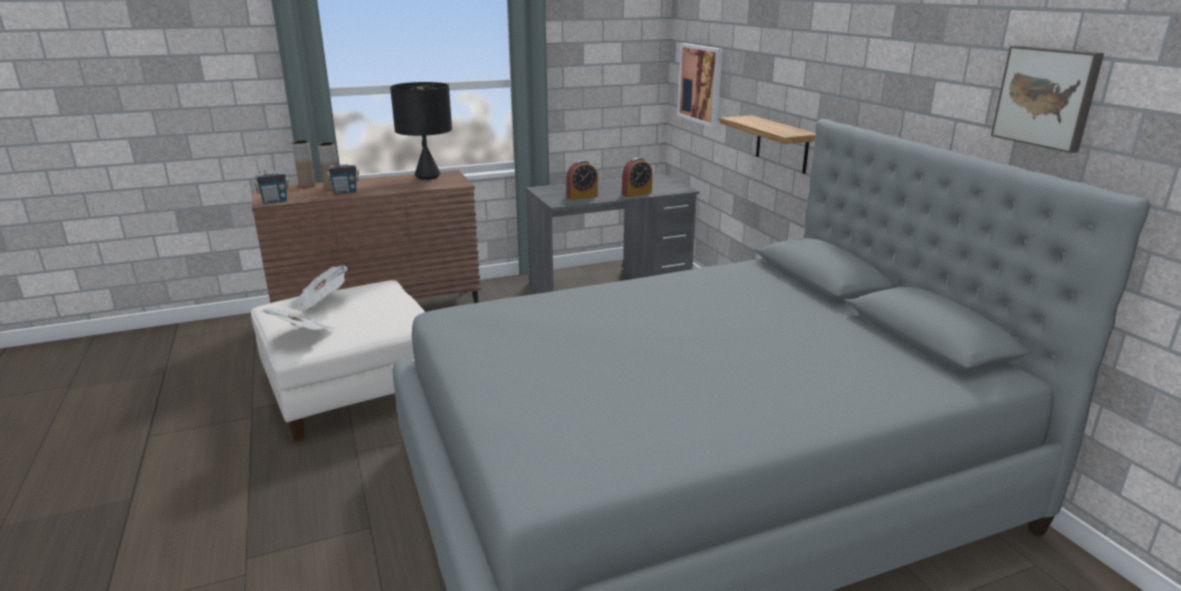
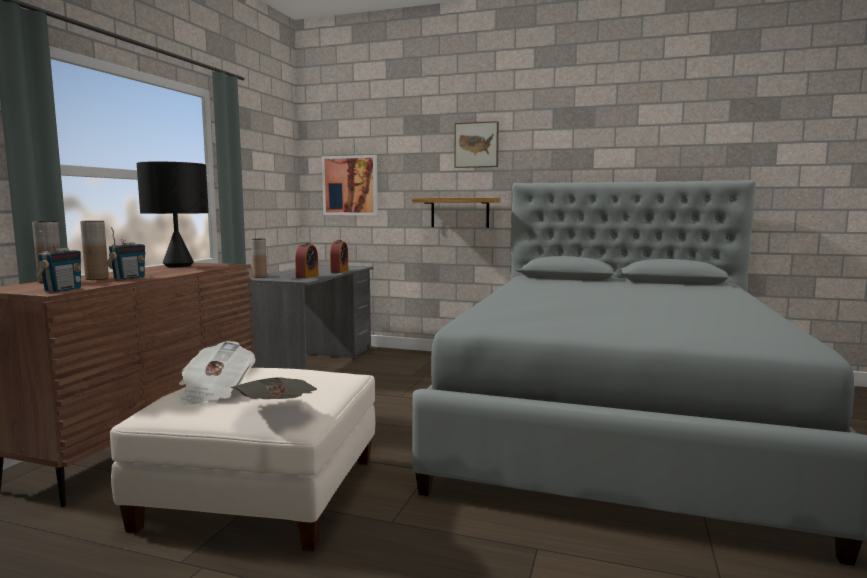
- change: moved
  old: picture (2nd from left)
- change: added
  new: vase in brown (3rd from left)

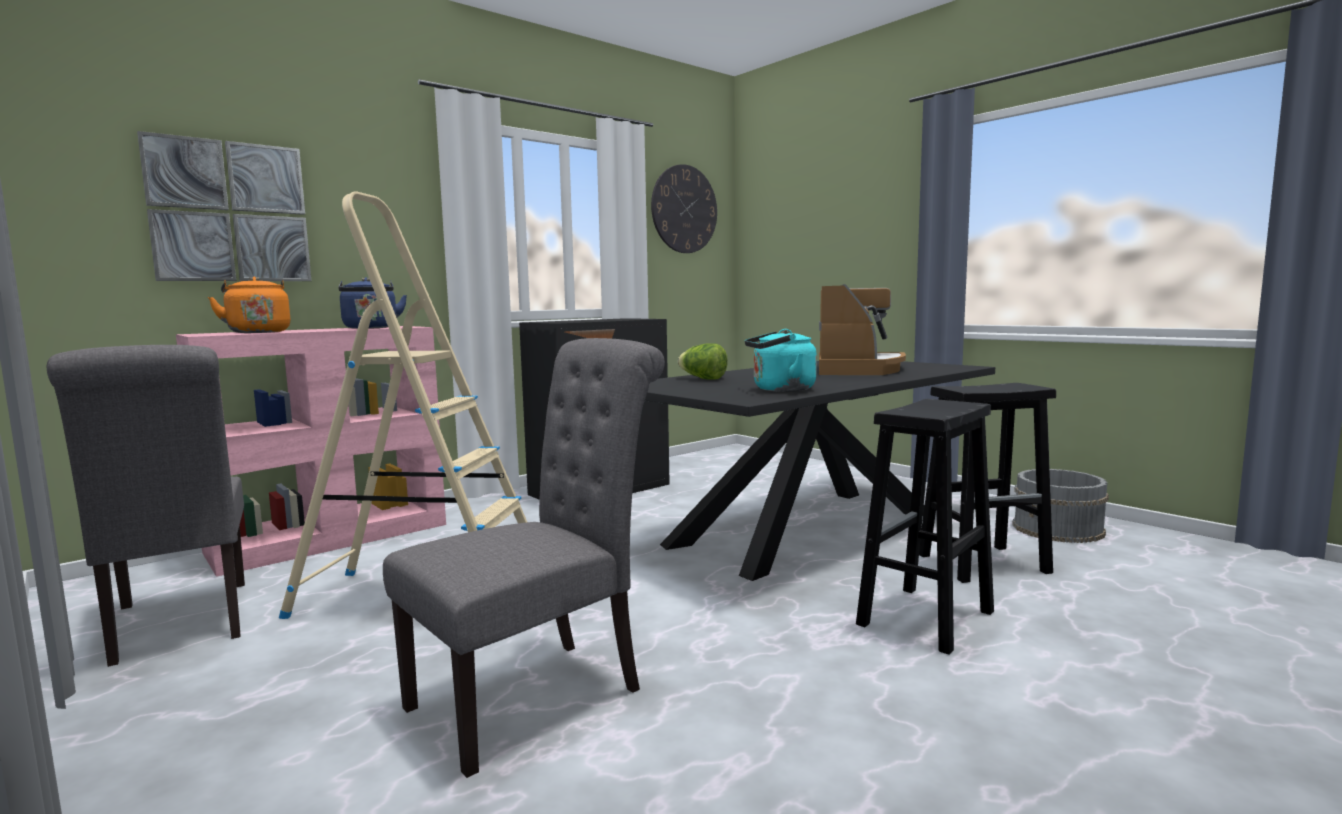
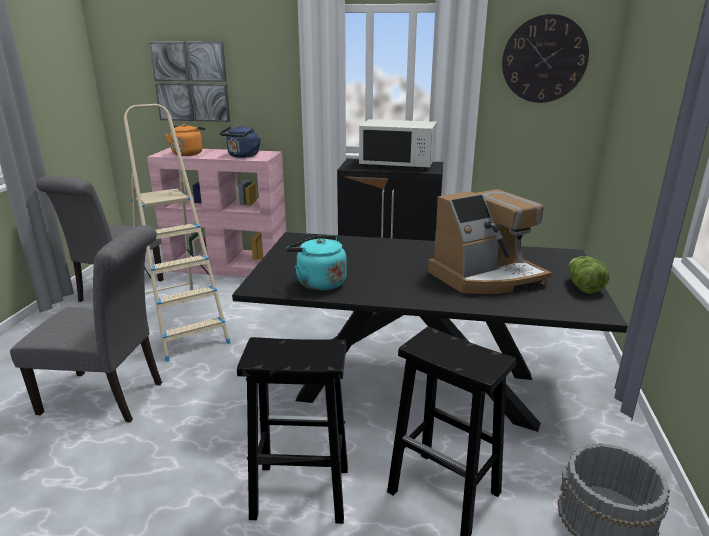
- change: moved
  old: lettuce
- change: added
  new: microwave in white

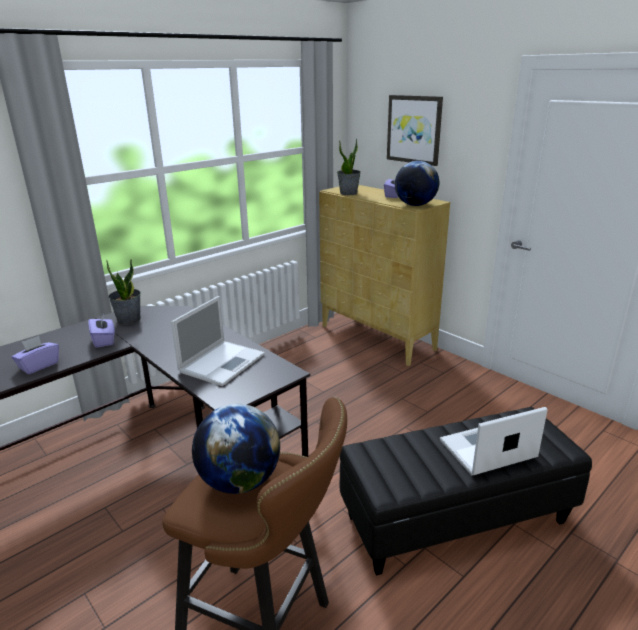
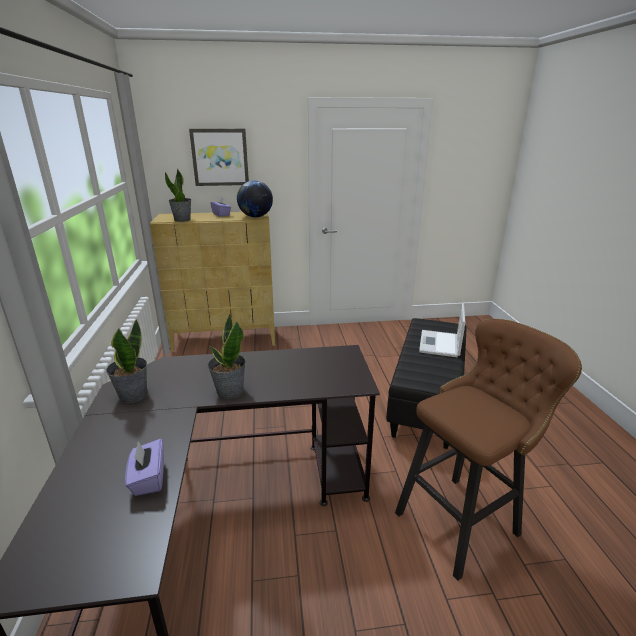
- change: removed
  old: laptop (1st from left)
- change: removed
  old: tissue box in purple (2nd from left)
- change: removed
  old: globe (1st from left)
- change: added
  new: potted plant (3rd from left)

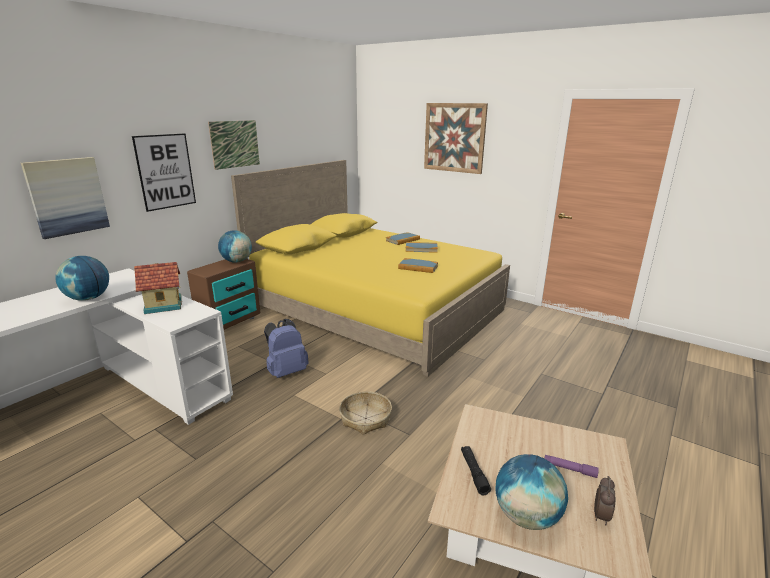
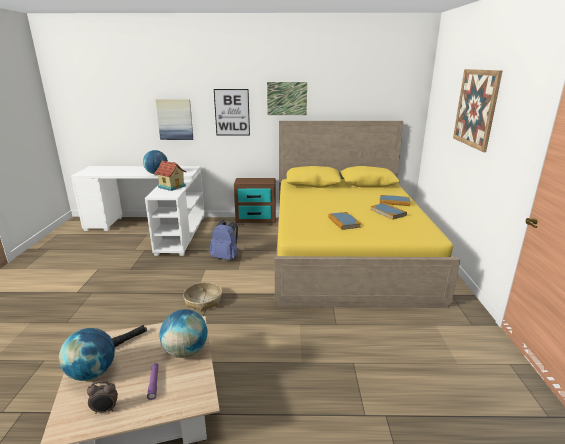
- change: moved
  old: globe (2nd from left in the first image)
  new: globe (3rd from left)

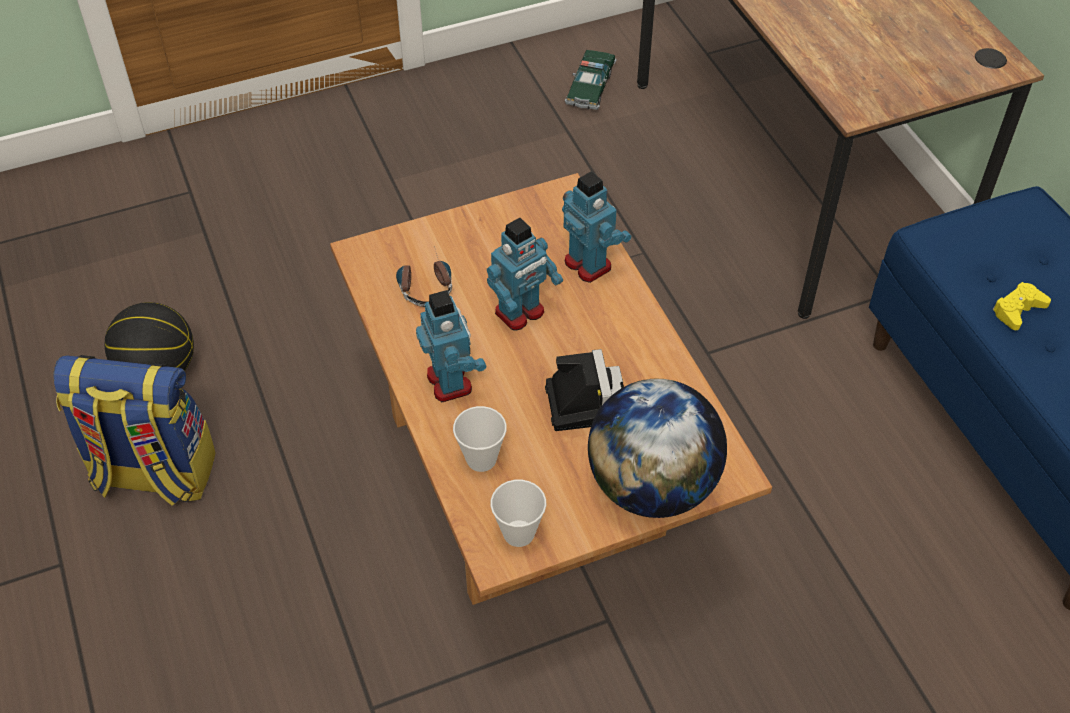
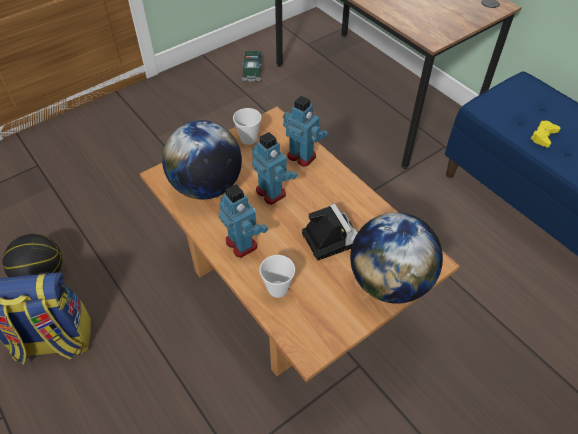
- change: turned
  old: toy robot (2nd from left)
  degrees: -75
- change: replaced
  old: headphones
  new: globe (1st from left)
- change: moved
  old: cup (2nd from left in the first image)
  new: cup (1st from left)

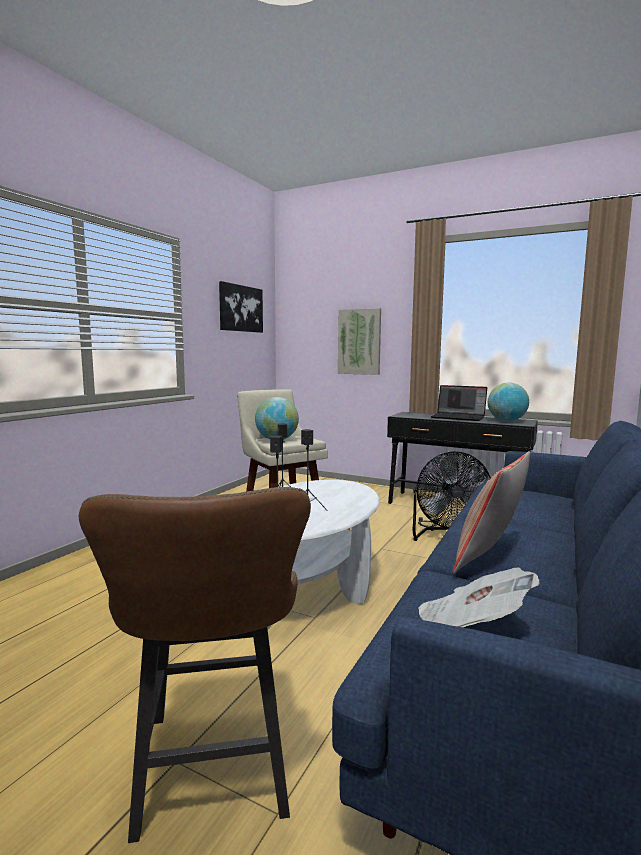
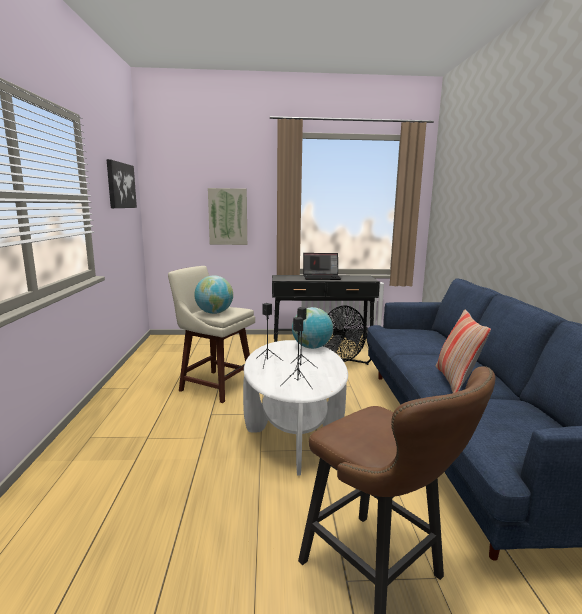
- change: moved
  old: globe (2nd from left)
- change: removed
  old: newspaper

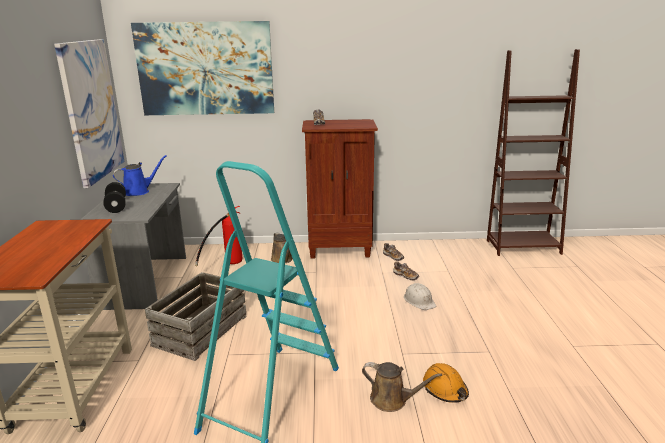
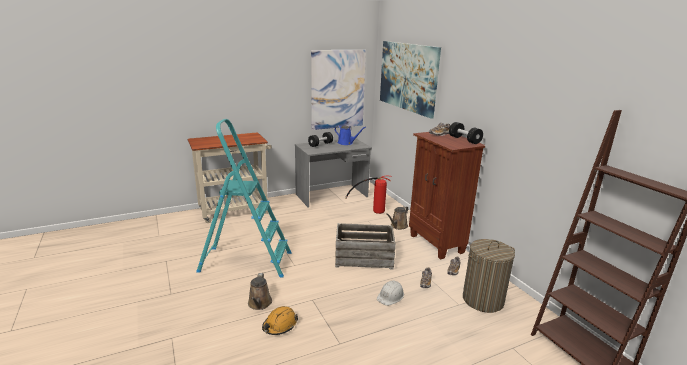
- change: moved
  old: crate
- change: added
  new: dumbbell in black (2nd from left)
- change: added
  new: laundry basket

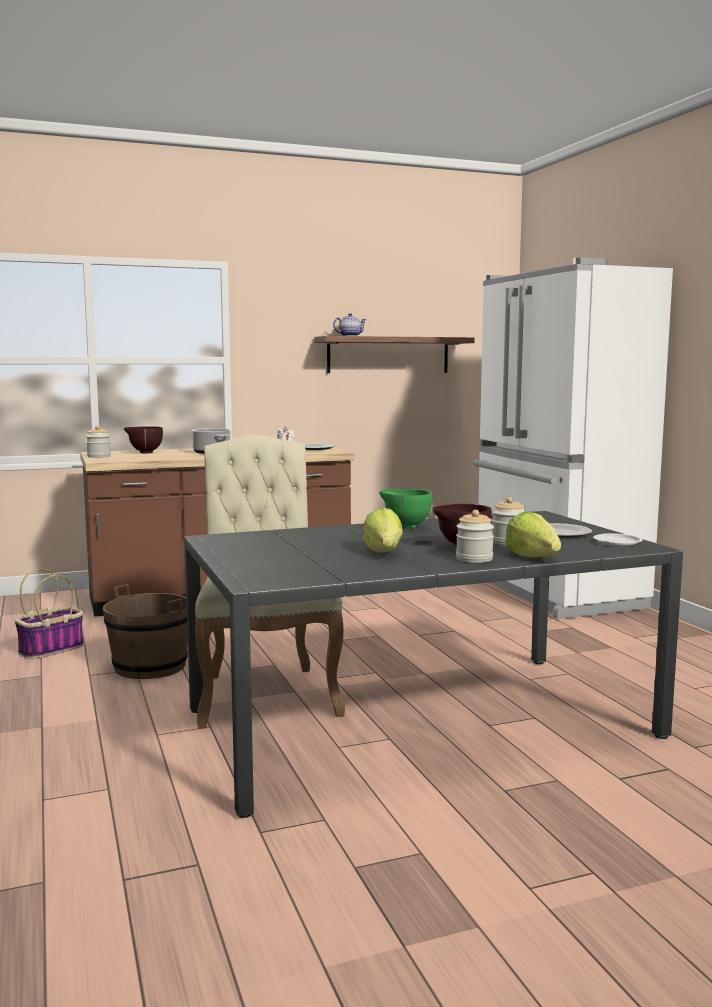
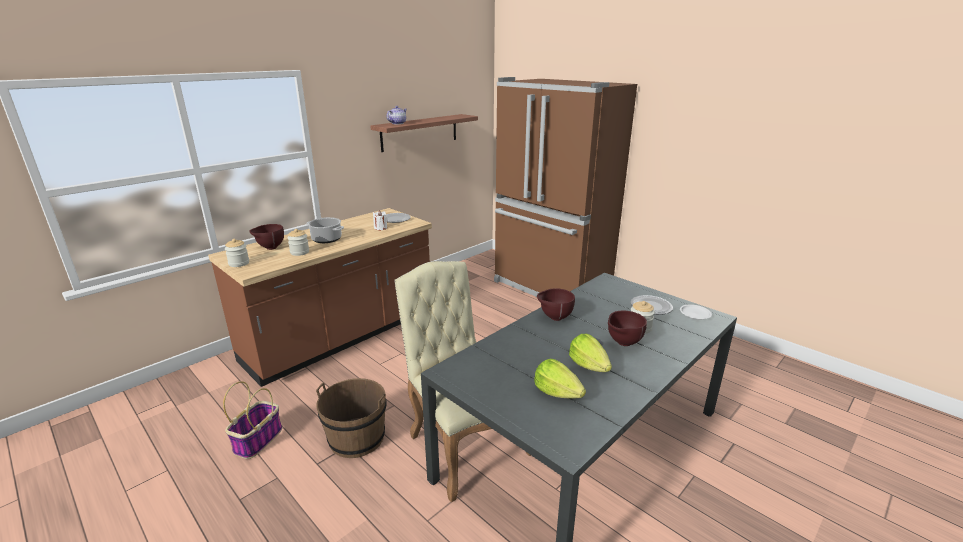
- change: recoloured
  old: fridge in white
  new: fridge in brown
- change: recoloured
  old: bowl in green
  new: bowl in brown (2nd from left)
- change: moved
  old: jar (2nd from left)
- change: moved
  old: lettuce (2nd from left in the first image)
  new: lettuce (1st from left)

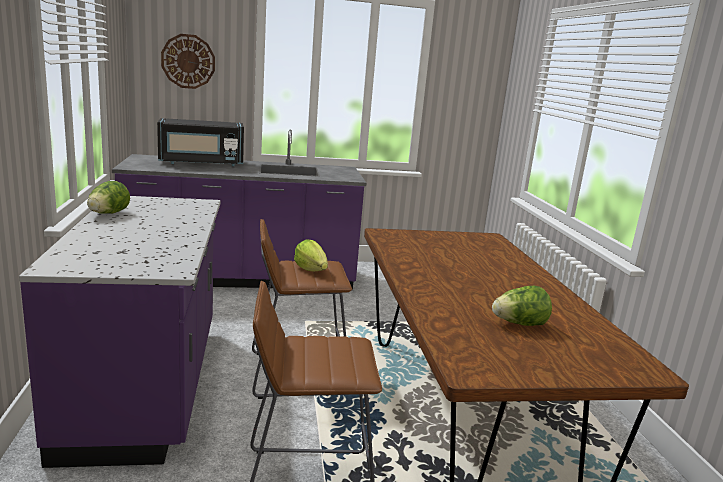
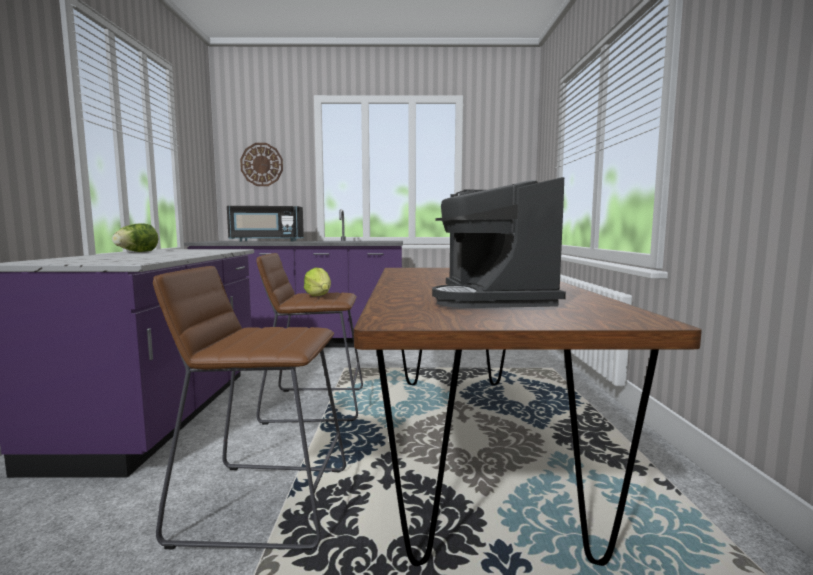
- change: replaced
  old: lettuce (3rd from left)
  new: coffee machine

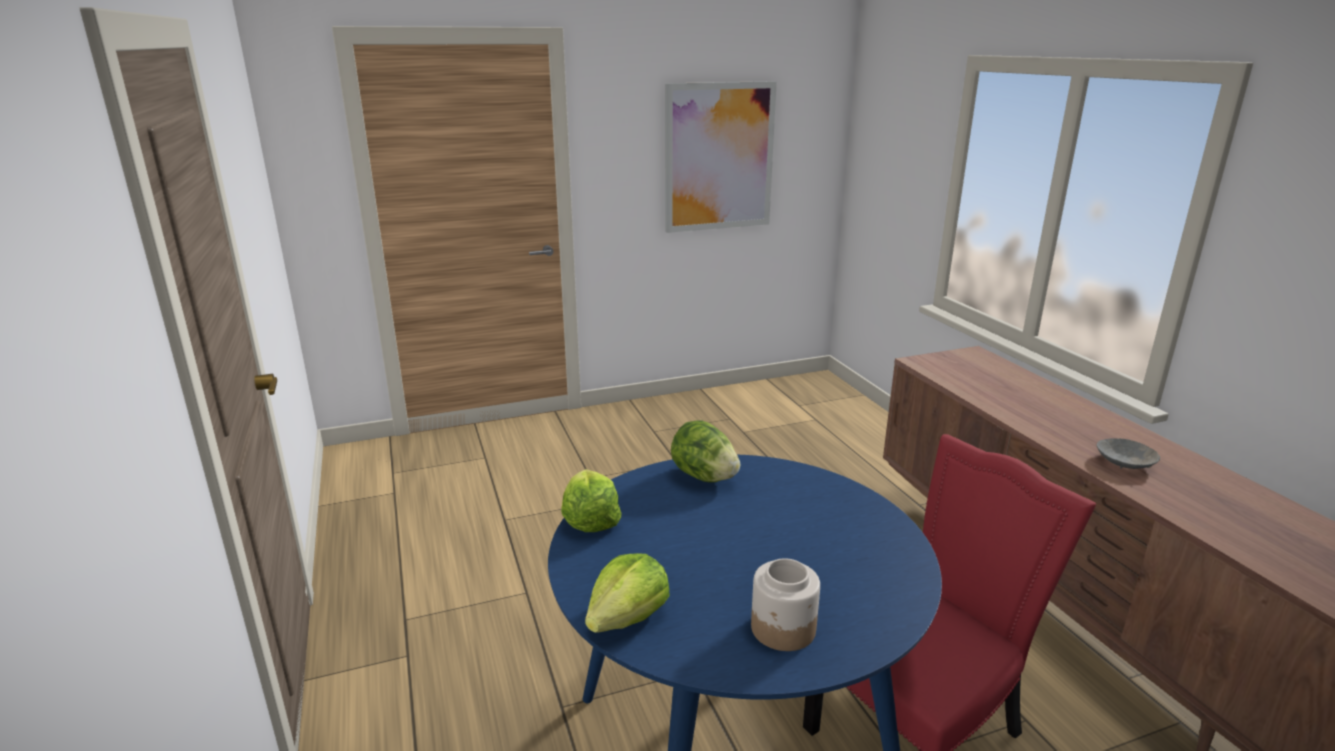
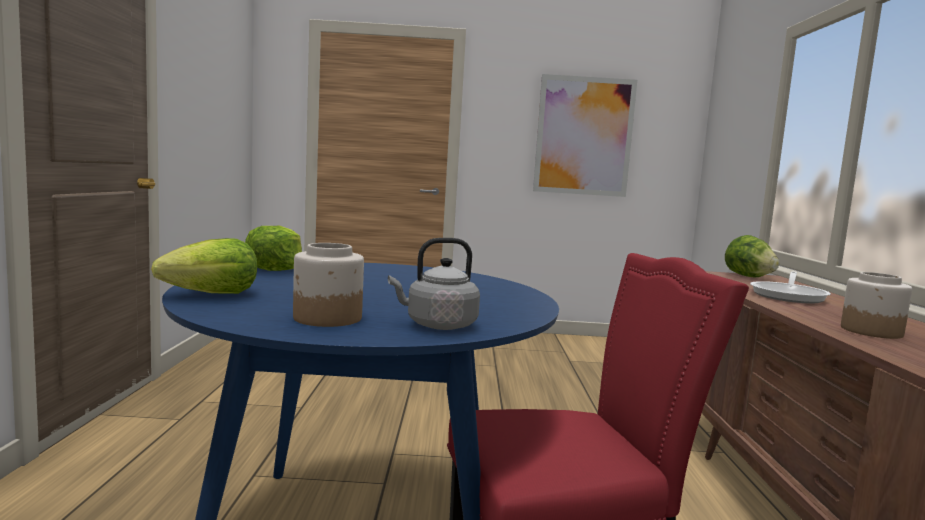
- change: moved
  old: lettuce (3rd from left)
- change: replaced
  old: bowl in grey
  new: jar (2nd from left)
- change: added
  new: kettle in grey
- change: added
  new: frying pan

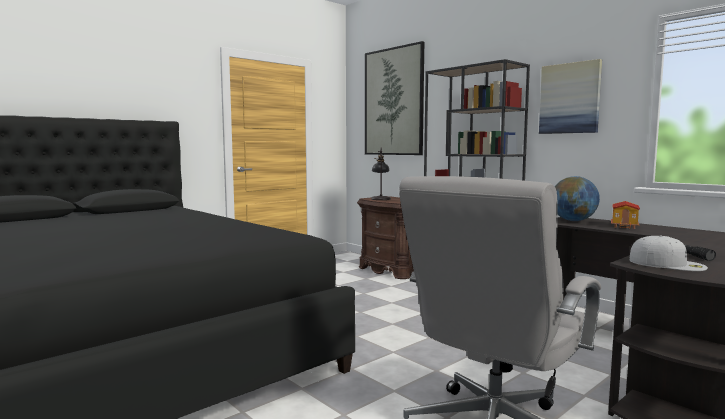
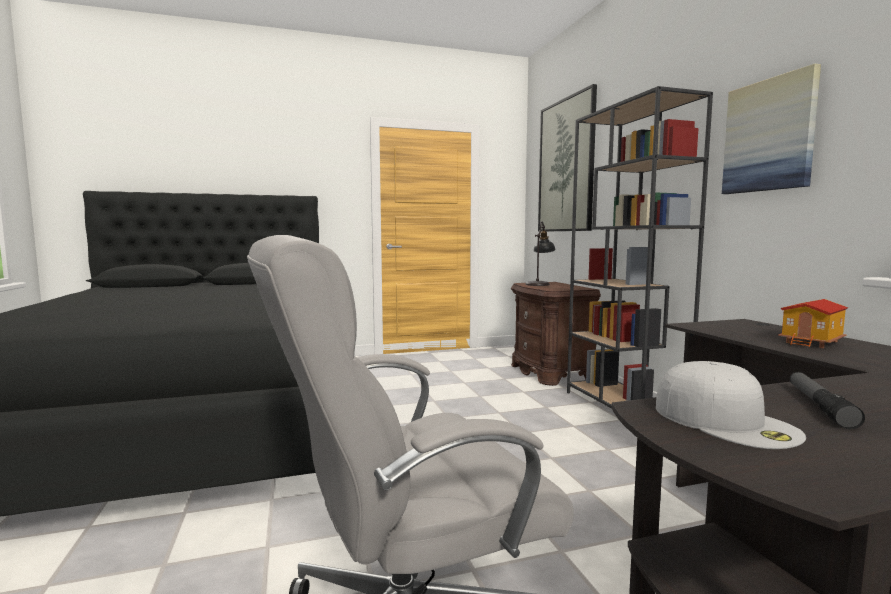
- change: removed
  old: globe

